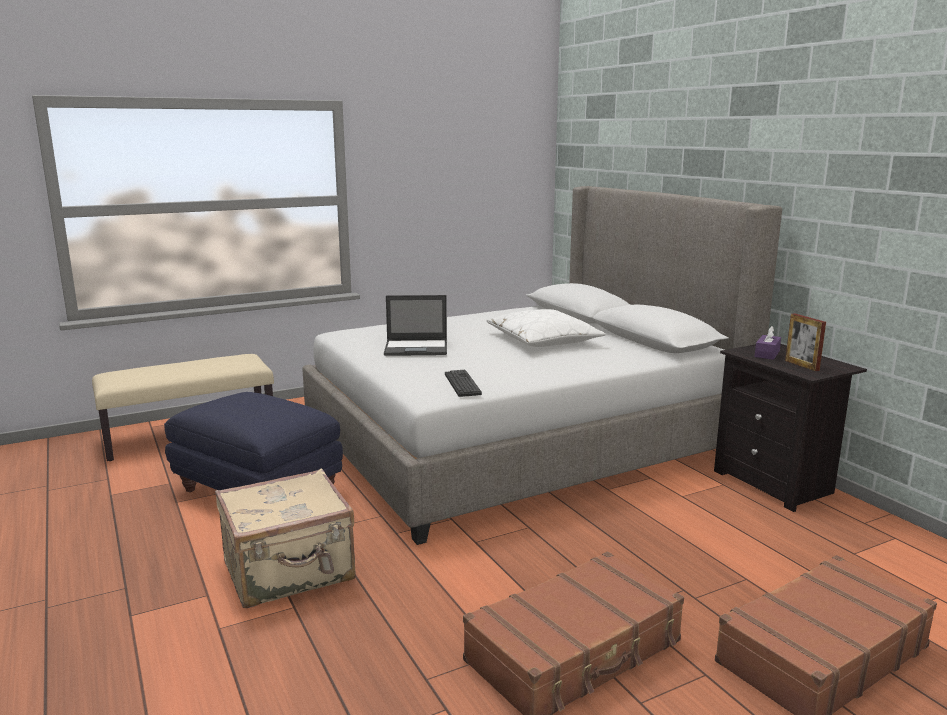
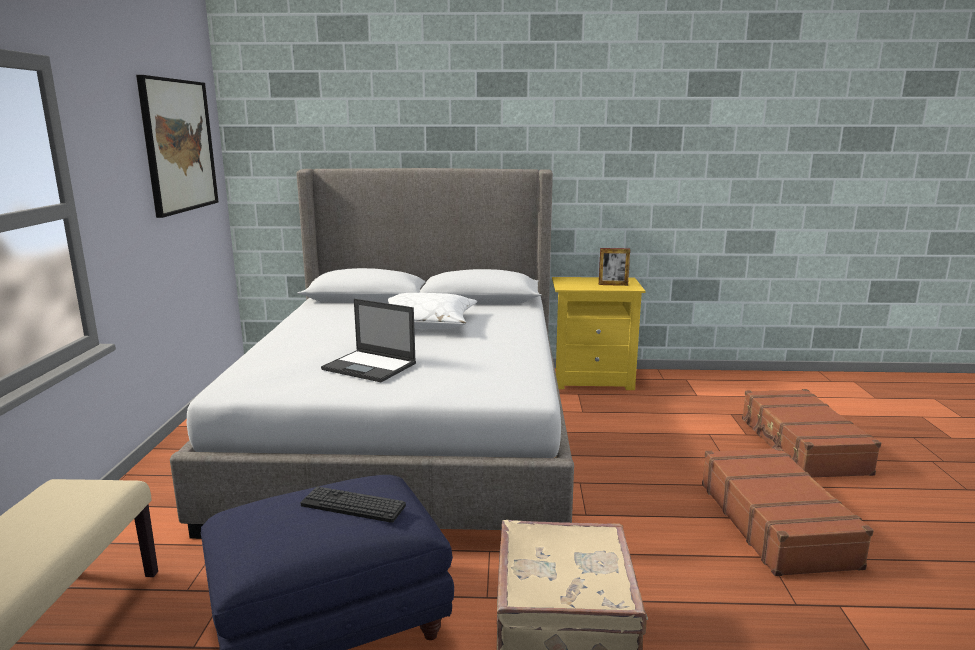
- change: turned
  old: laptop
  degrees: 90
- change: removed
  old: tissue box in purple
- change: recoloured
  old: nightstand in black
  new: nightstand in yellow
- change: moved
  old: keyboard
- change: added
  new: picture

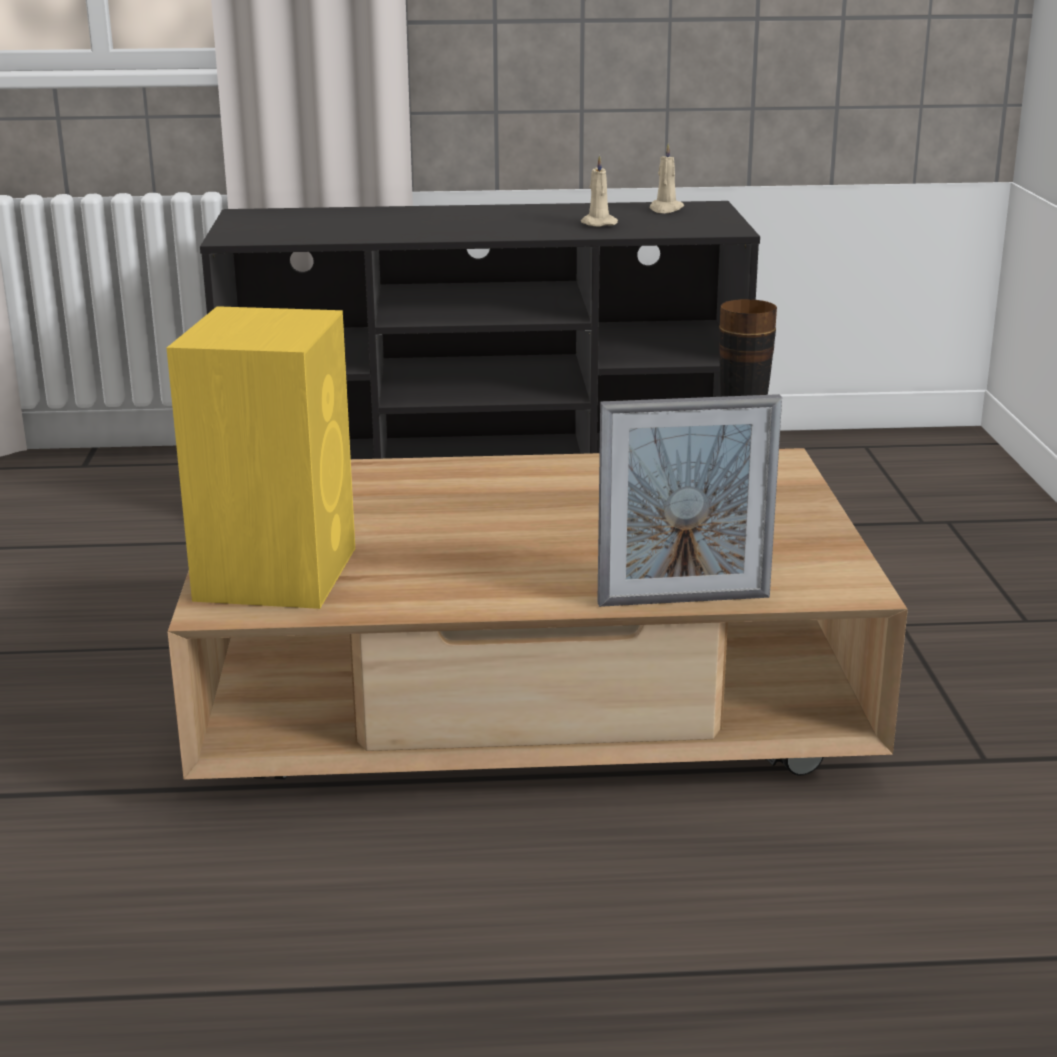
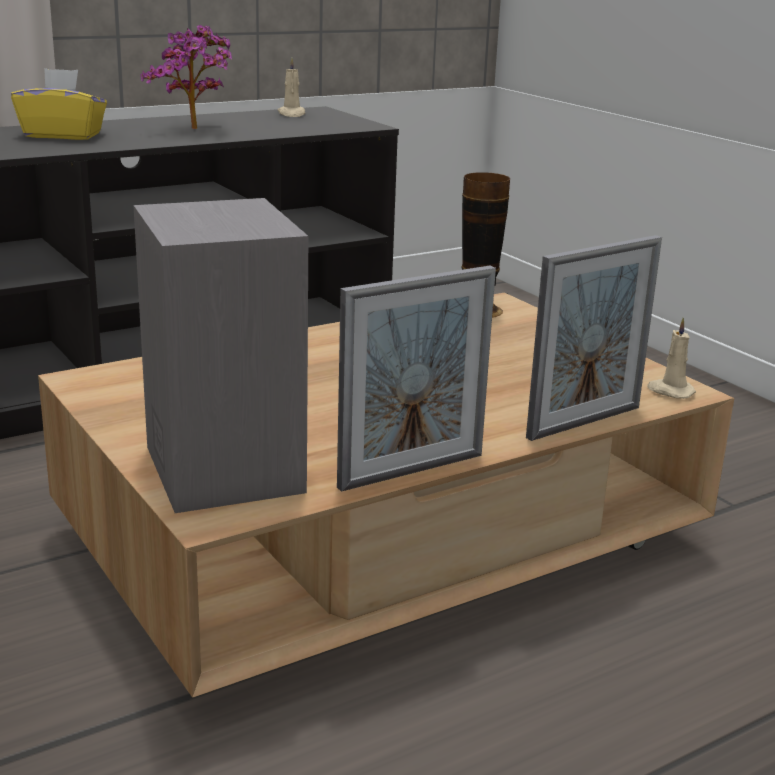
- change: moved
  old: candle in beige (1st from left in the first image)
  new: candle in beige (2nd from left)
- change: recoloured
  old: speaker in yellow
  new: speaker in grey
- change: added
  new: potted plant
- change: added
  new: tissue box in yellow
- change: added
  new: picture frame (1st from left)

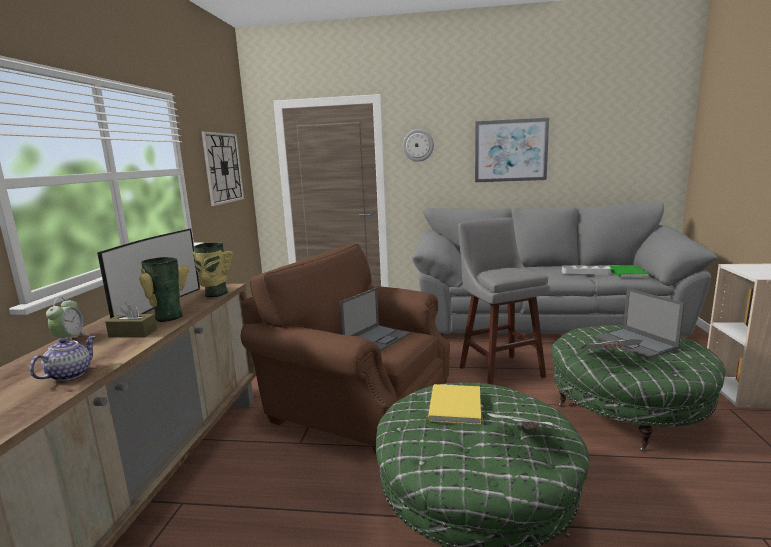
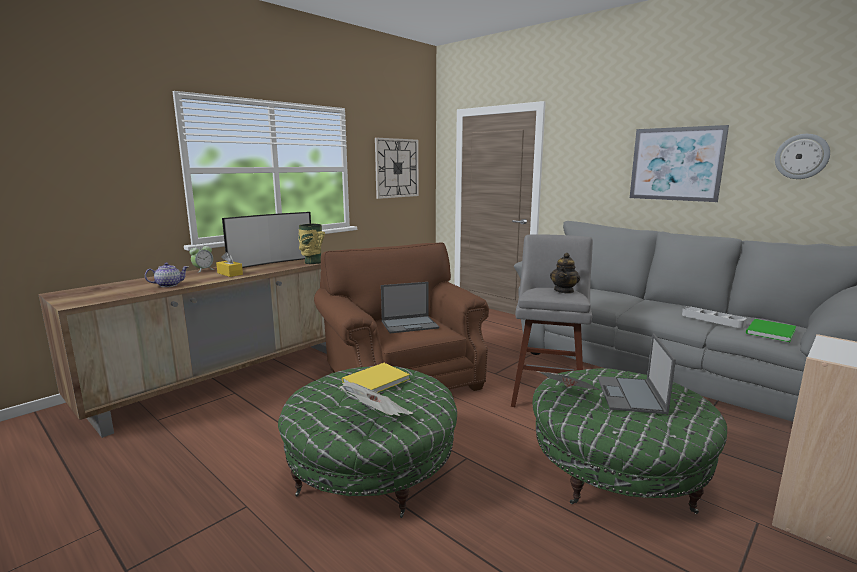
- change: moved
  old: wall clock (2nd from left)
- change: removed
  old: vase (1st from left)
- change: recoloured
  old: tissue box in brown
  new: tissue box in yellow
- change: added
  new: teapot (2nd from left)

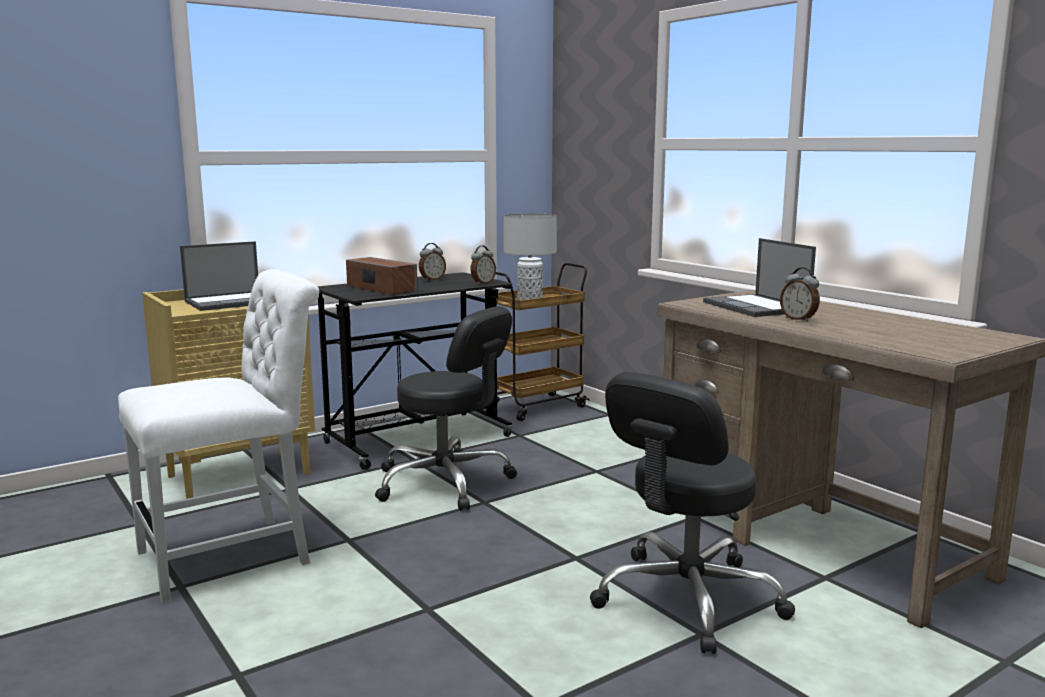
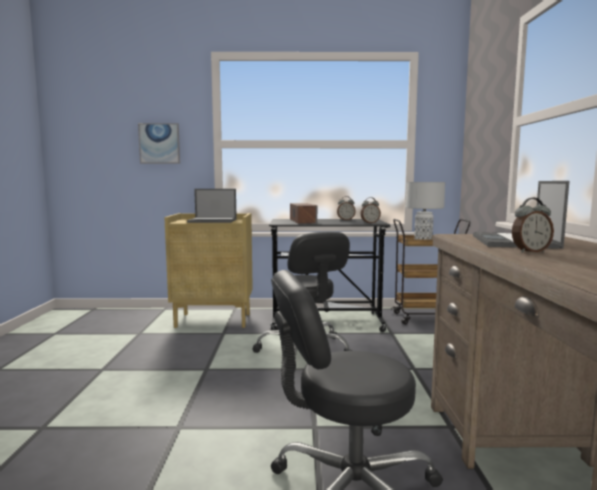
- change: turned
  old: alarm clock (3rd from left)
  degrees: -105
- change: removed
  old: chair in white
- change: added
  new: picture

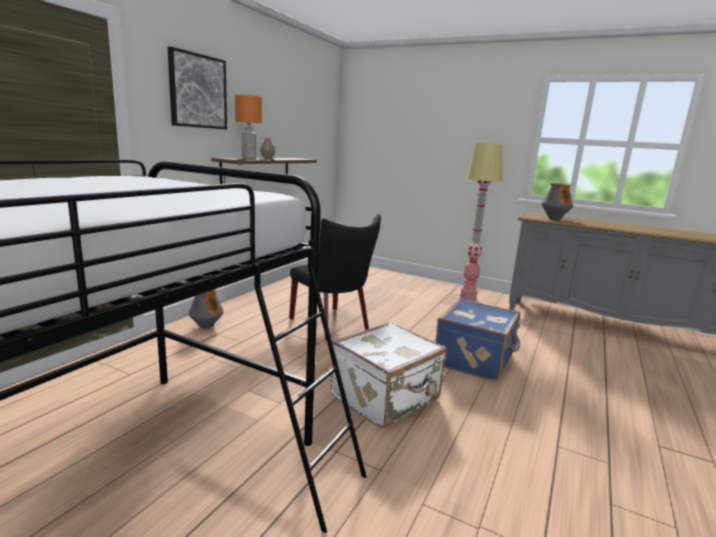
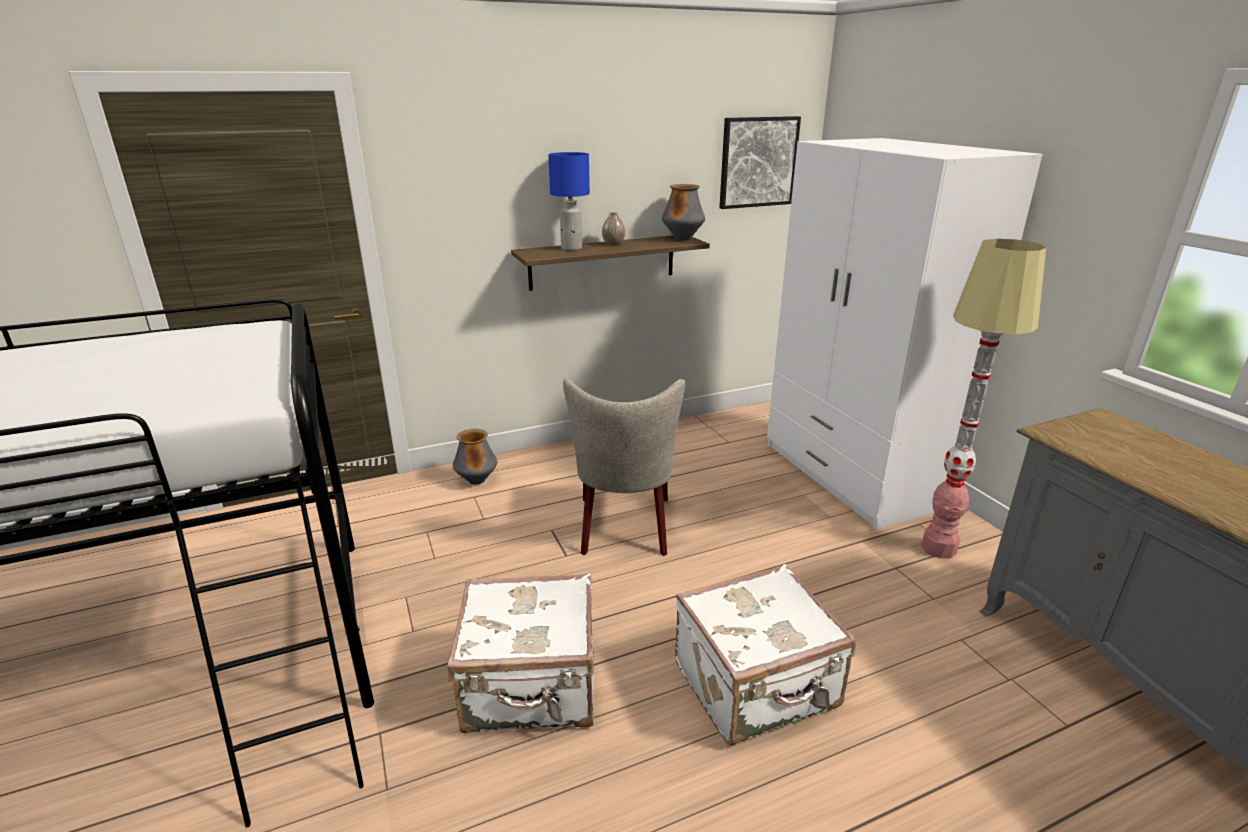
- change: moved
  old: picture
- change: recoloured
  old: table lamp in orange
  new: table lamp in blue
- change: moved
  old: vase (3rd from left)
- change: recoloured
  old: chair in black
  new: chair in beige
- change: recoloured
  old: suitcase in blue
  new: suitcase in white (2nd from left)
- change: added
  new: wardrobe in white

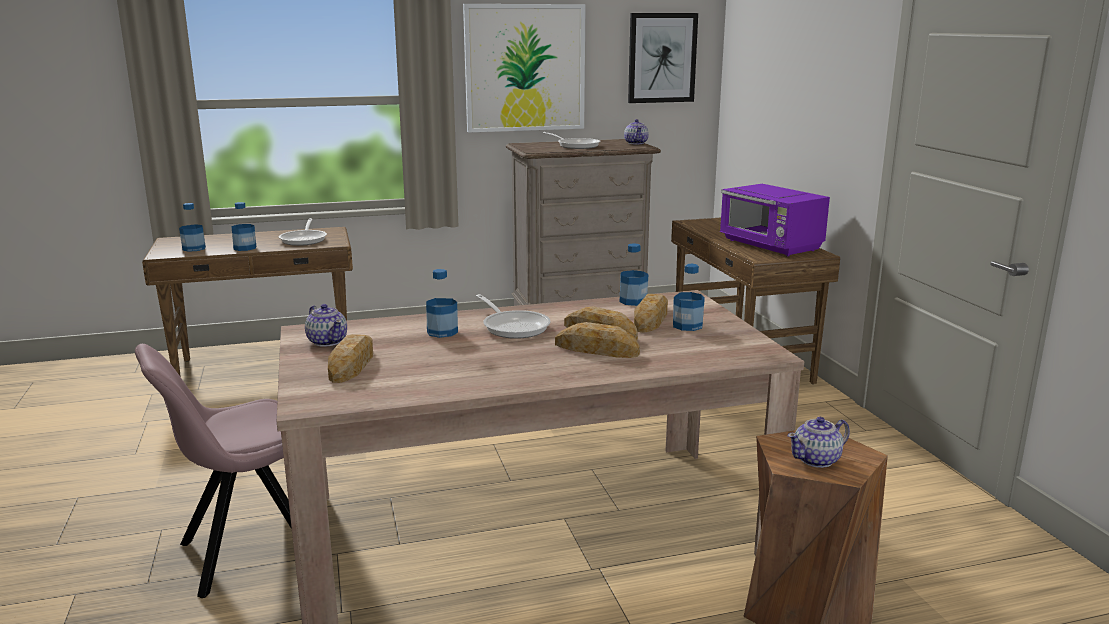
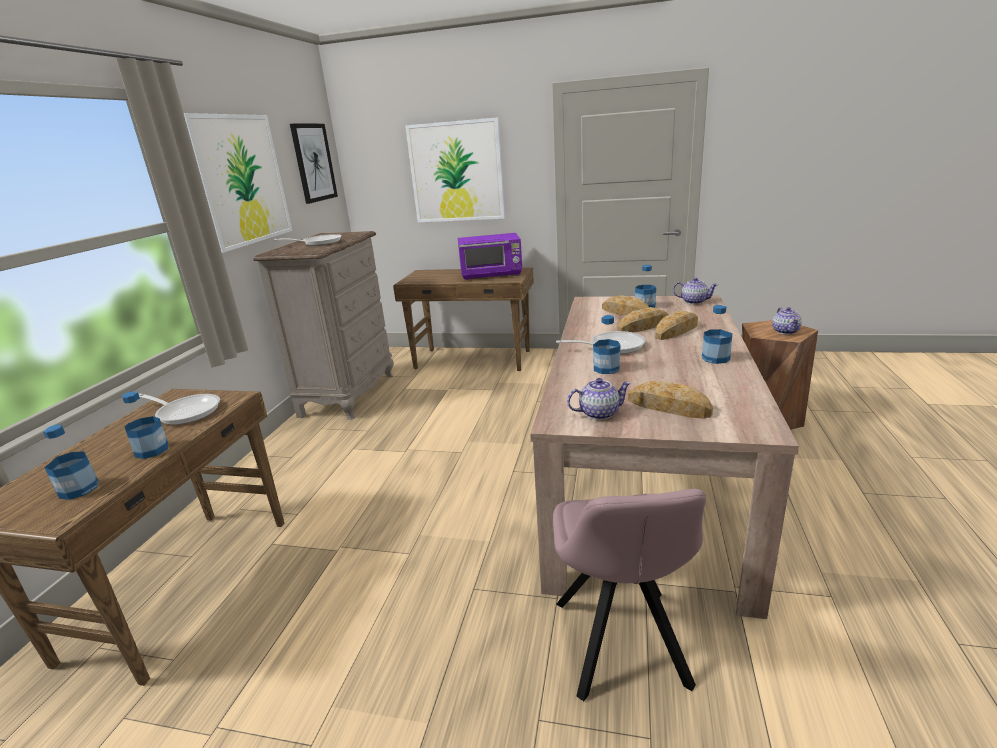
- change: moved
  old: teapot (2nd from left)
- change: moved
  old: bottle (4th from left in the first image)
  new: bottle (5th from left)
- change: added
  new: picture (3rd from left)

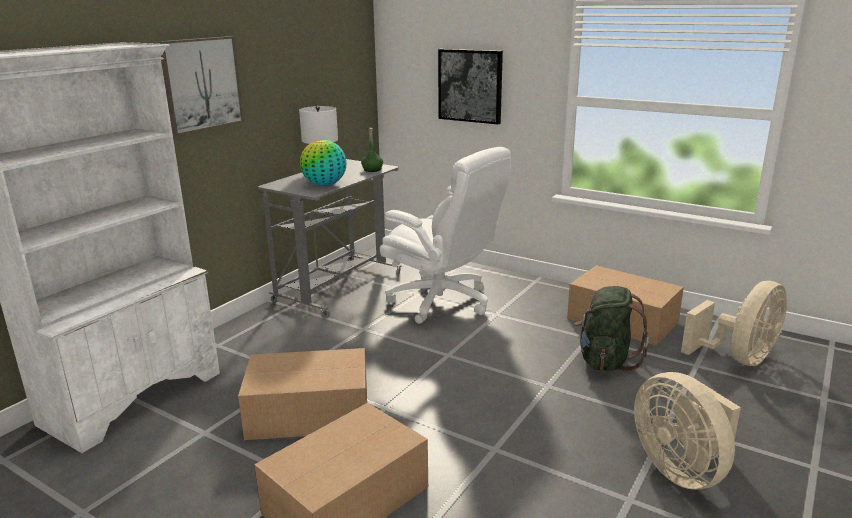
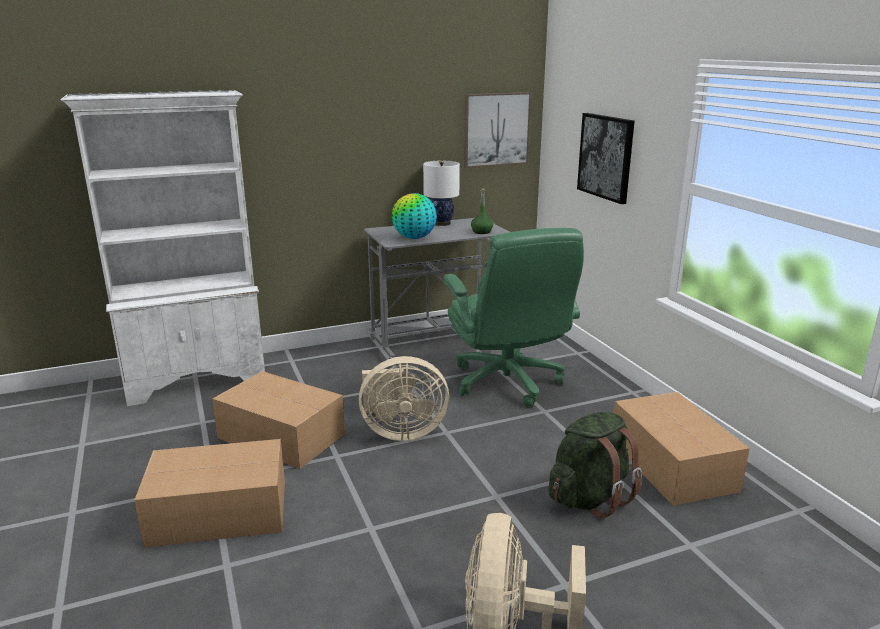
- change: moved
  old: picture (1st from left)
- change: recoloured
  old: office chair in white
  new: office chair in green
- change: moved
  old: fan in beige (2nd from left in the first image)
  new: fan in beige (1st from left)

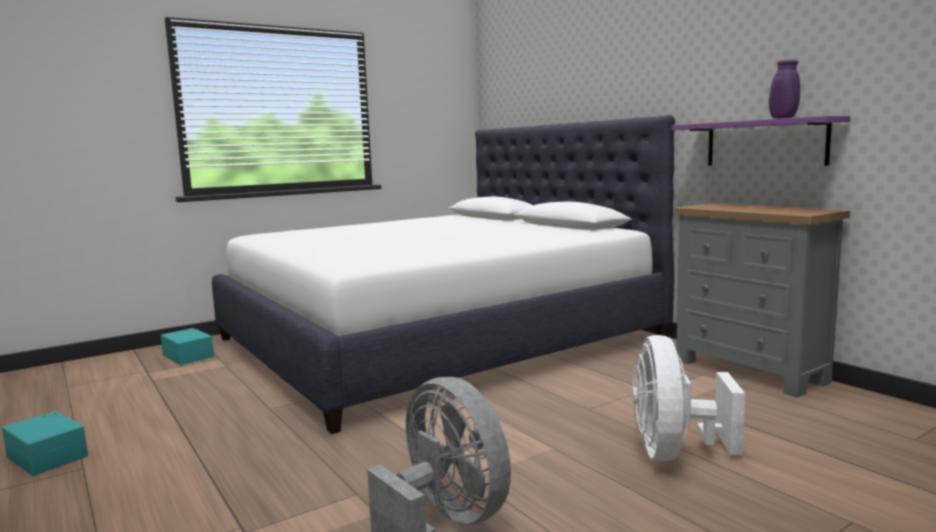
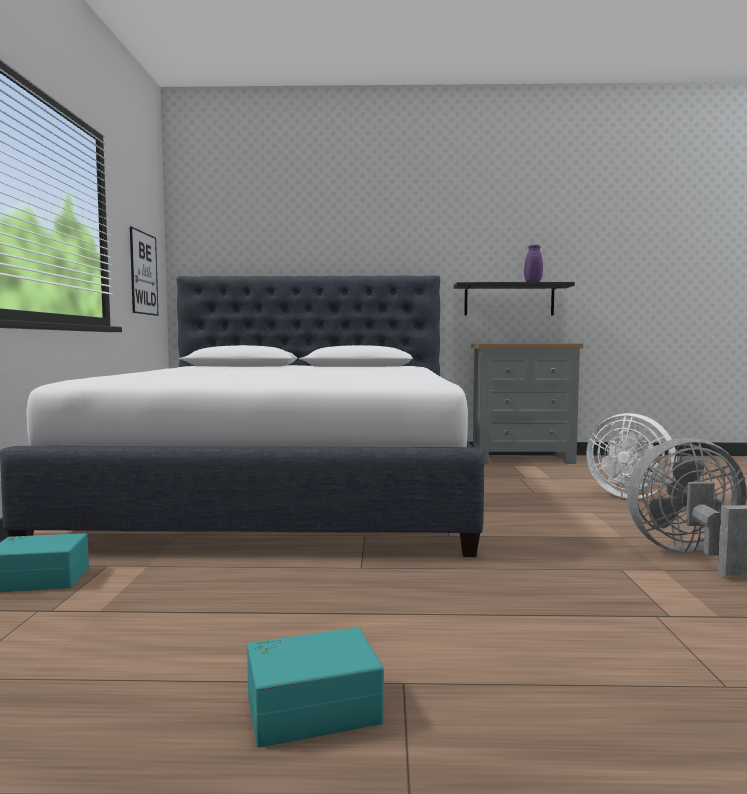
- change: recoloured
  old: shelf in purple
  new: shelf in black
- change: added
  new: picture

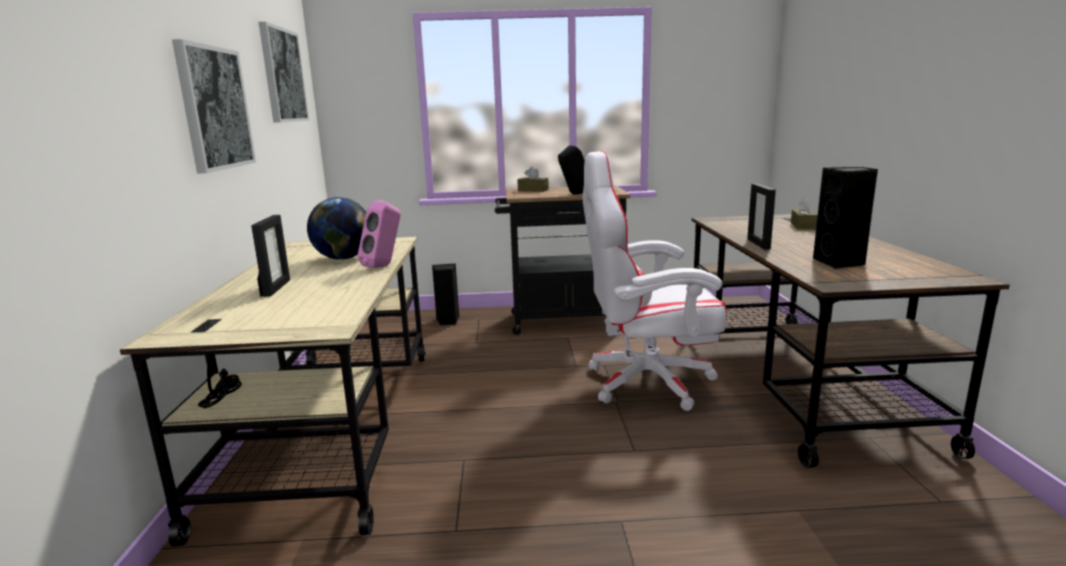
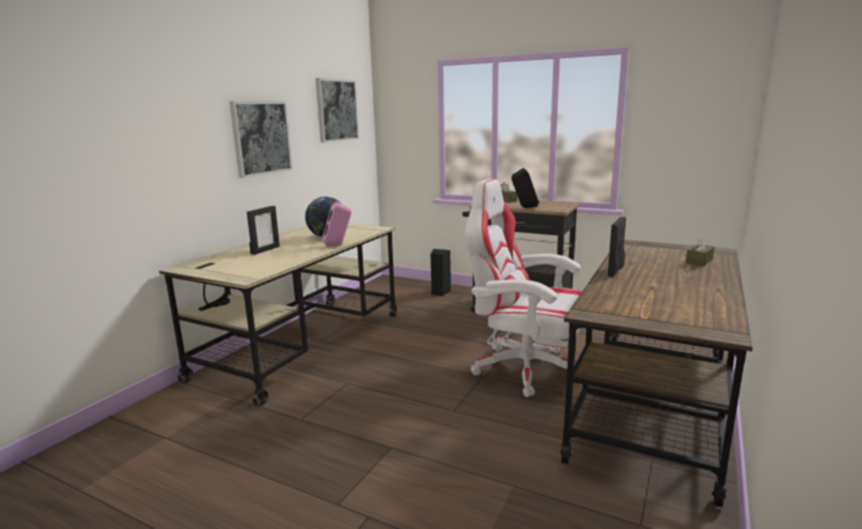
- change: removed
  old: speaker in black (3rd from left)

